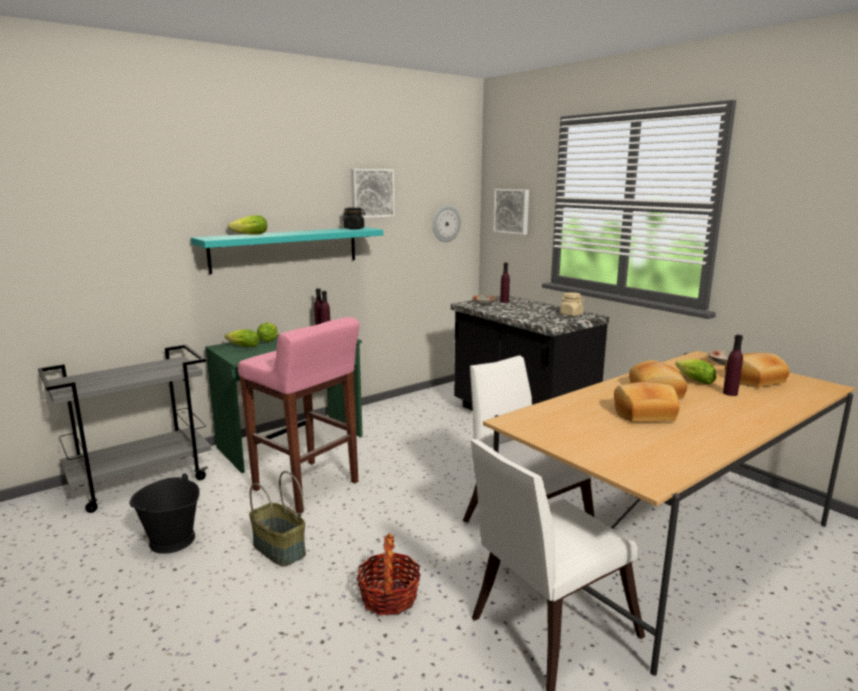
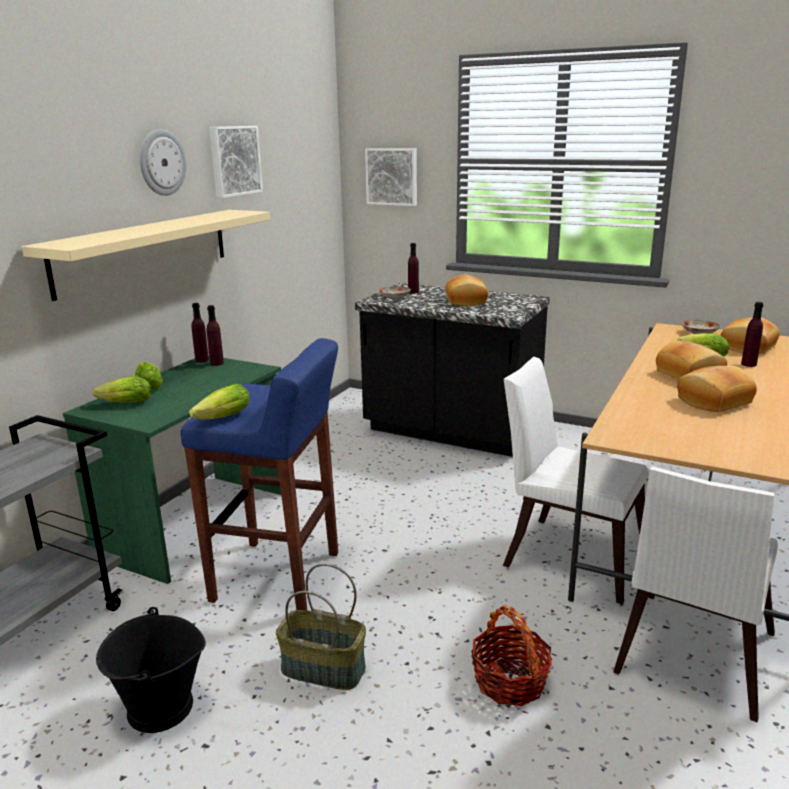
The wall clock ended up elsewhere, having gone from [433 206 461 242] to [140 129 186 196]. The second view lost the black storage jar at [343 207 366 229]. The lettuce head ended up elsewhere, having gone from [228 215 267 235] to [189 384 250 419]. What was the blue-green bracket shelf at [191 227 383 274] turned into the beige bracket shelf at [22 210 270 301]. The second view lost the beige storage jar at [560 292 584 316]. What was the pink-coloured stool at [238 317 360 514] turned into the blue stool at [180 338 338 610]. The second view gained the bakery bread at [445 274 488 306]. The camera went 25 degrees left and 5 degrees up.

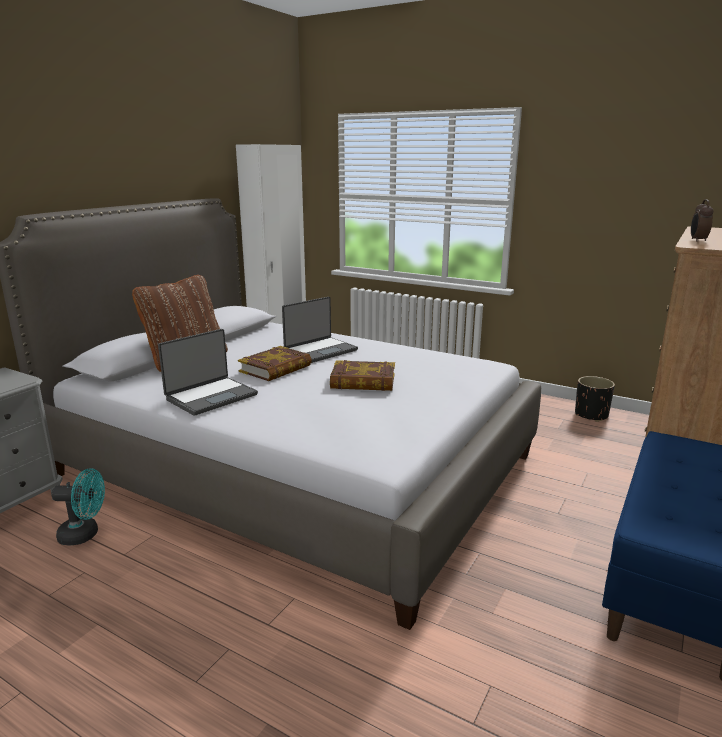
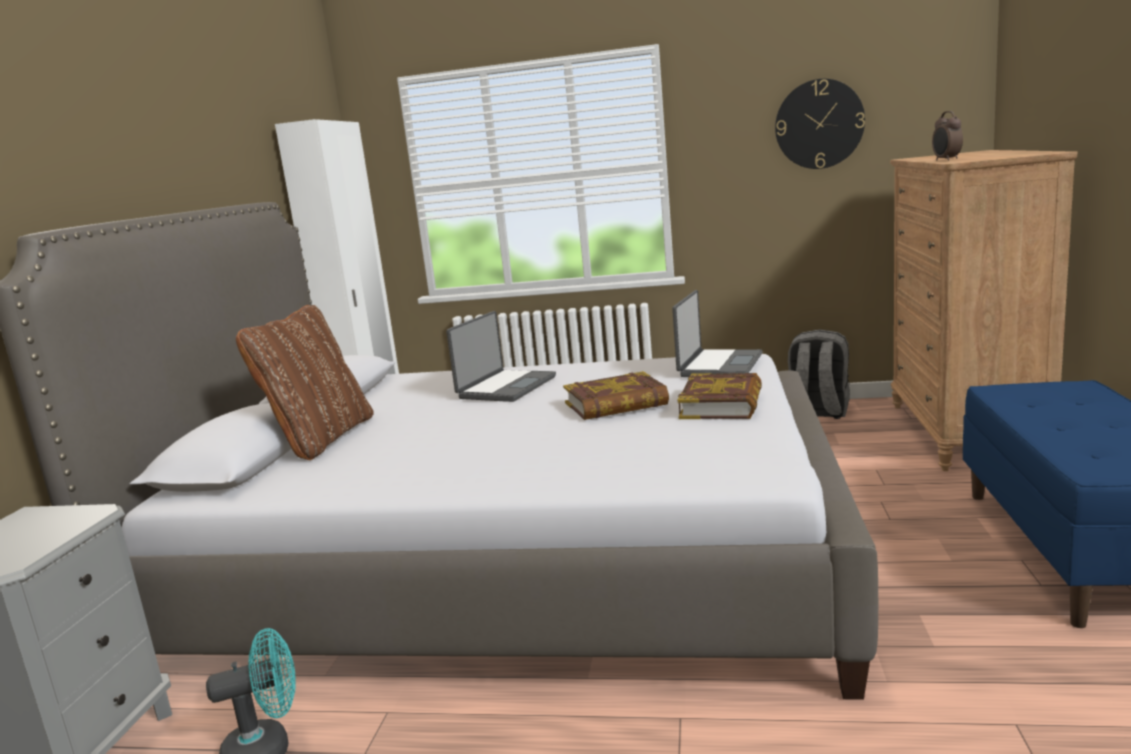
The notebook computer ended up elsewhere, having gone from [158 329 258 416] to [672 290 763 377]. The book ended up elsewhere, having gone from [238 346 312 381] to [678 373 762 419]. Where the black planter stood at [575 376 615 422], the grey rucksack came to stand at [788 329 850 419]. The second view gained the wall clock at [775 79 865 169]. The camera went 20 degrees left and 5 degrees down.

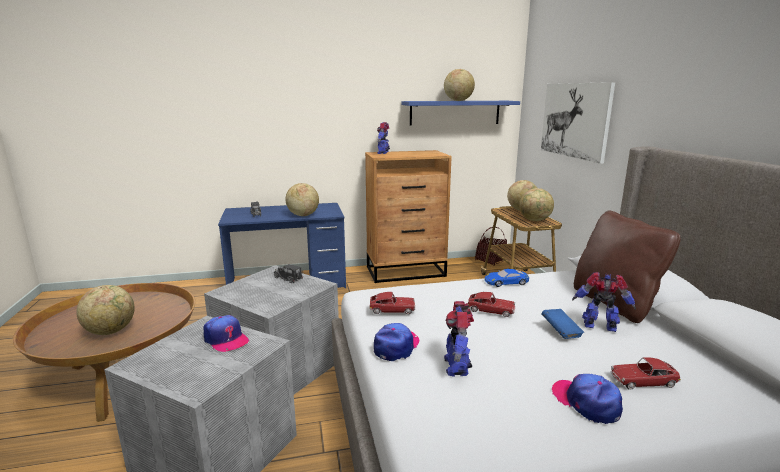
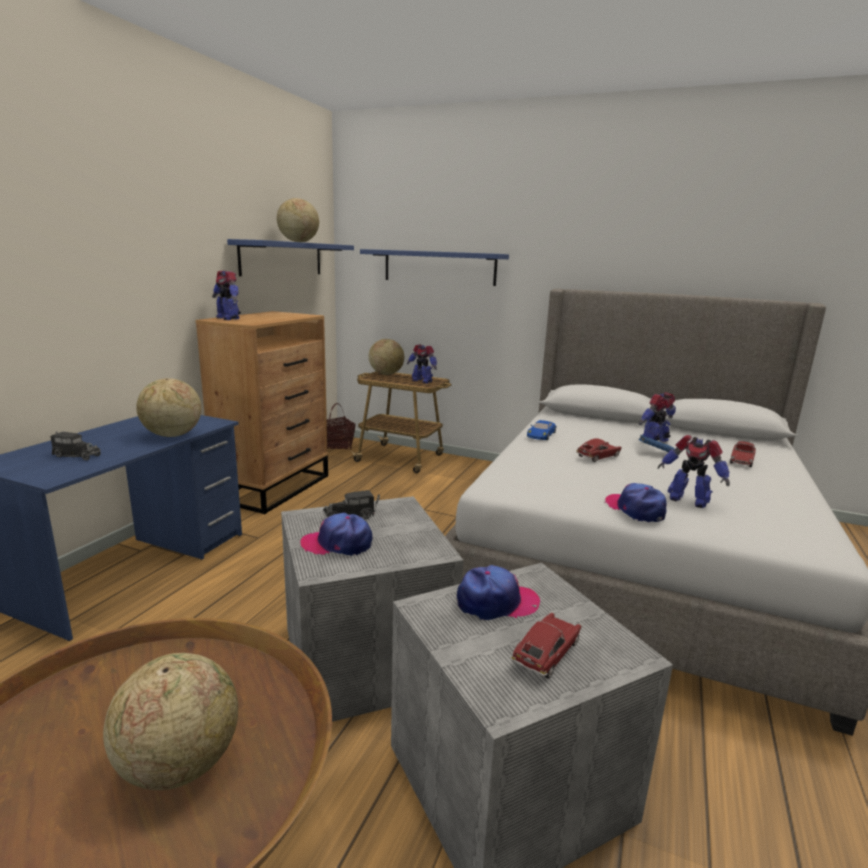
Where the picture hung at [541 82 615 164], the blue bracket shelf came to hang at [360 249 509 286]. Where the world globe stood at [519 188 554 221], the model robot came to stand at [407 344 437 384]. The second view lost the brown cushion at [574 211 681 323]. The model car ended up elsewhere, having gone from [369 292 415 314] to [511 612 582 679]. The baseball cap ended up elsewhere, having gone from [552 374 623 424] to [300 513 372 556]. The camera went 55 degrees left and 0 degrees up.

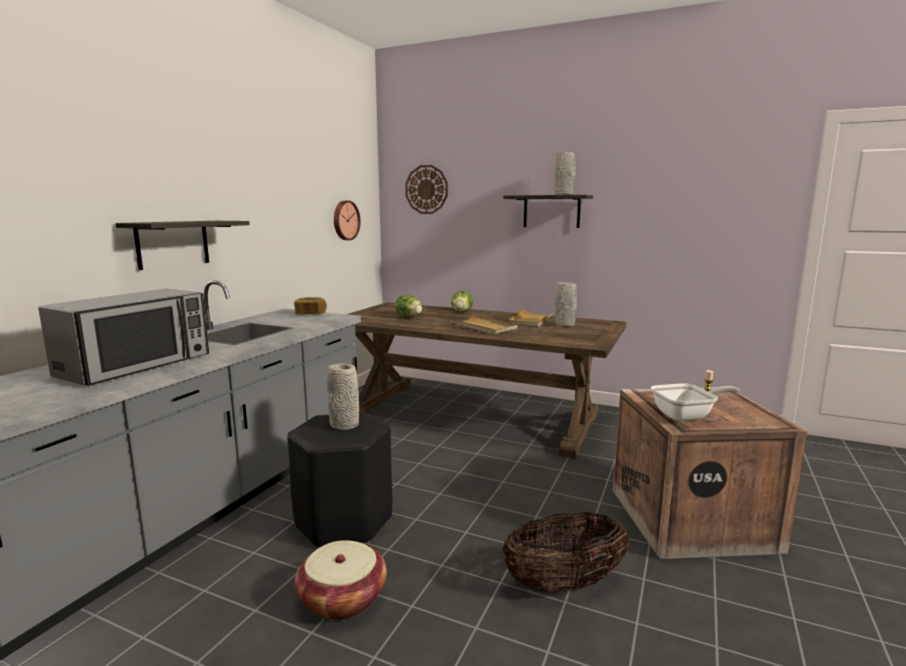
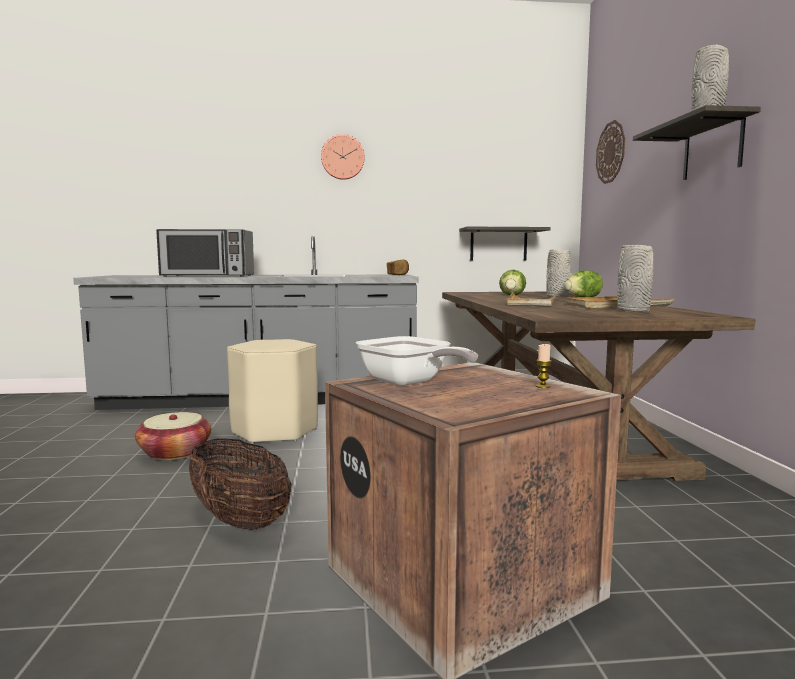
The wall clock ended up elsewhere, having gone from [334 201 361 240] to [321 134 365 180]. The bracket shelf ended up elsewhere, having gone from [115 221 250 270] to [459 227 551 260]. The grey flower vase ended up elsewhere, having gone from [327 363 359 430] to [546 250 571 297]. What was the black stool at [287 412 392 548] turned into the beige stool at [227 339 318 444]. The camera went 60 degrees right and 5 degrees down.

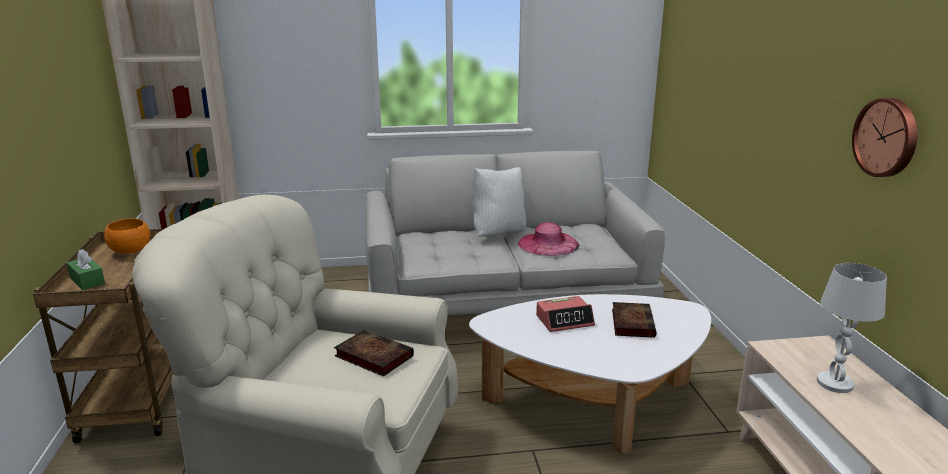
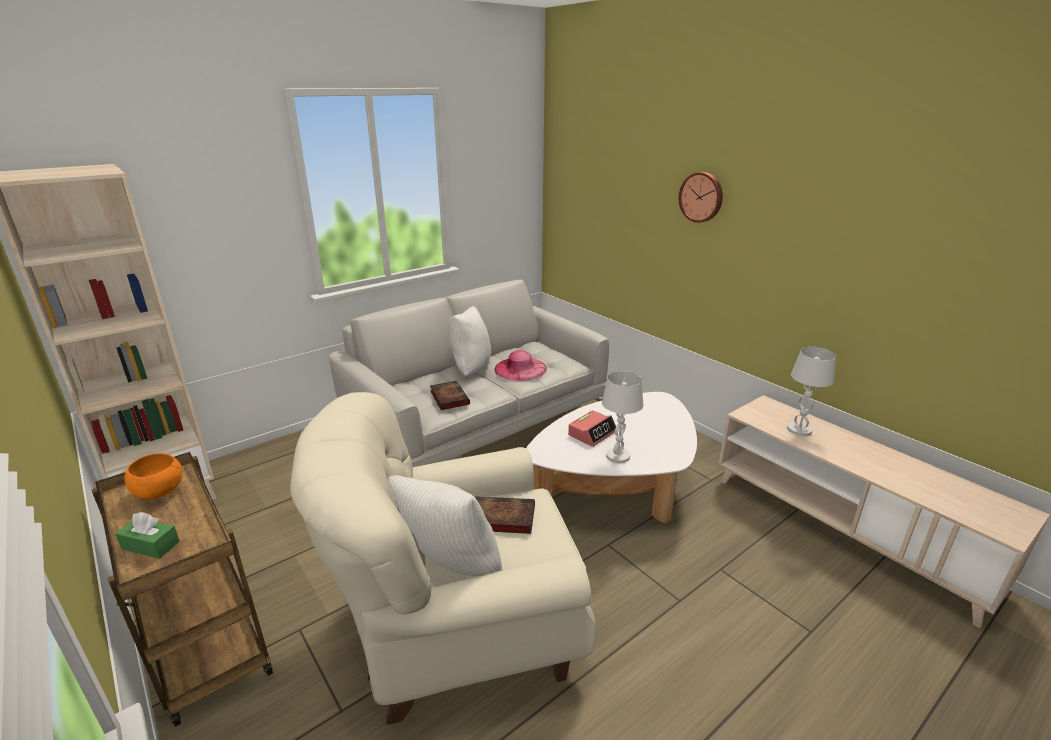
The wall clock ended up elsewhere, having gone from [852 98 918 177] to [679 172 723 223]. The book ended up elsewhere, having gone from [612 302 657 338] to [430 381 470 410]. The second view gained the white-coloured table lamp at [602 371 643 463]. The second view gained the white-coloured cushion at [388 475 503 576]. The camera went 30 degrees left and 5 degrees up.

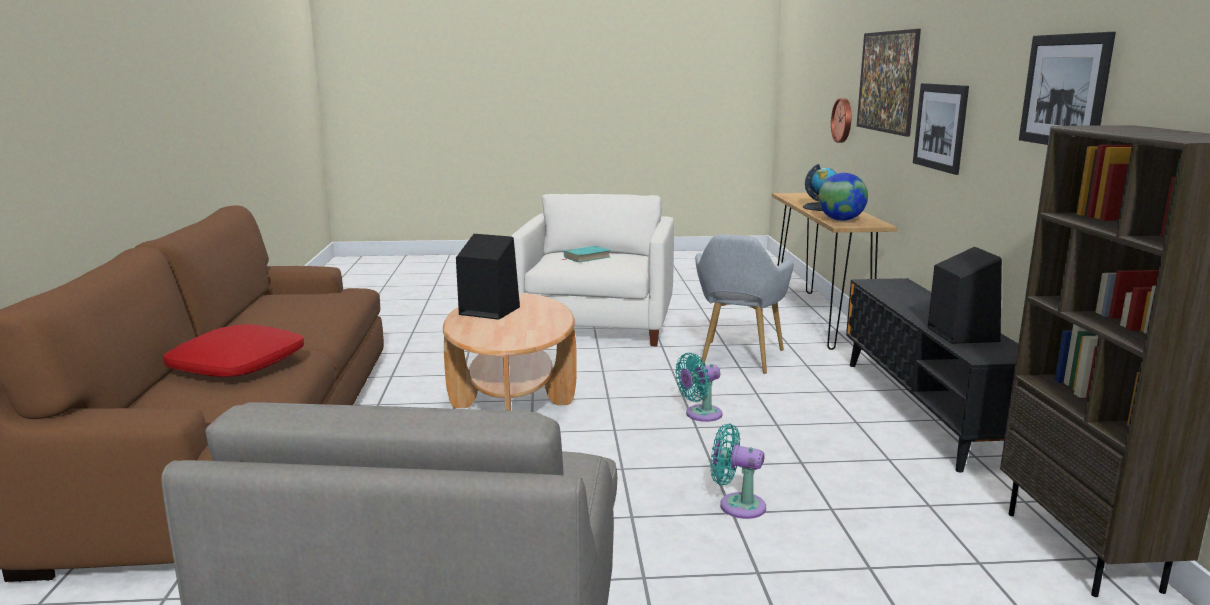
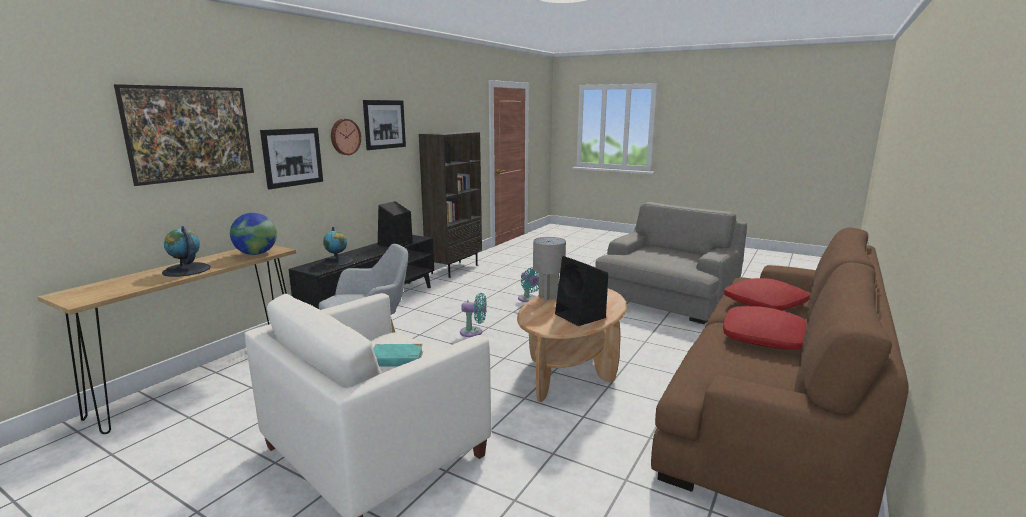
The wall clock ended up elsewhere, having gone from [831 98 851 143] to [331 119 361 155]. The second view gained the world globe at [320 227 353 267]. The second view gained the grey table lamp at [533 237 566 302]. The second view gained the red cushion at [723 306 807 349]. The camera went 145 degrees left and 0 degrees up.

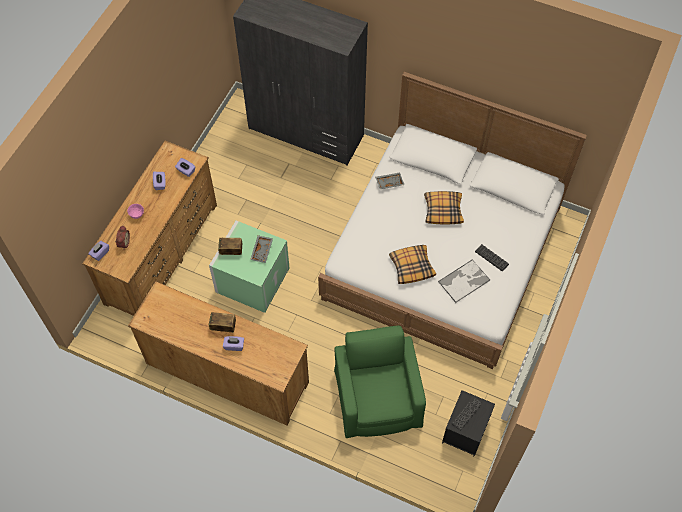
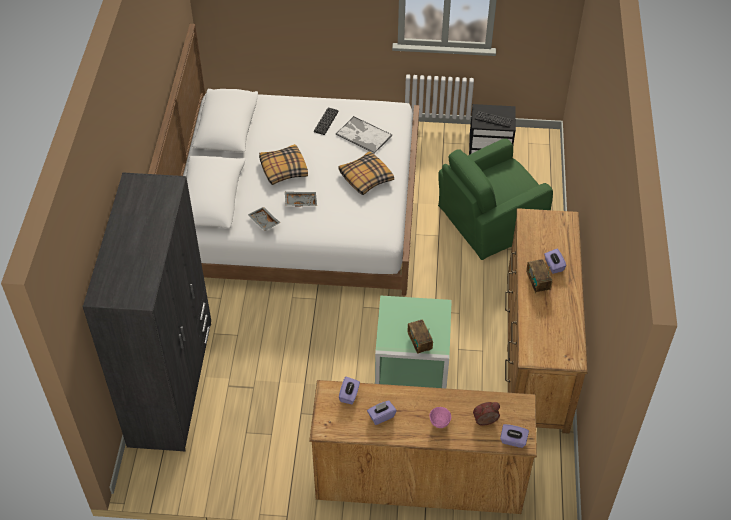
The grey tray ended up elsewhere, having gone from [250 235 273 263] to [285 192 317 207]. The camera went 110 degrees left and 10 degrees down.

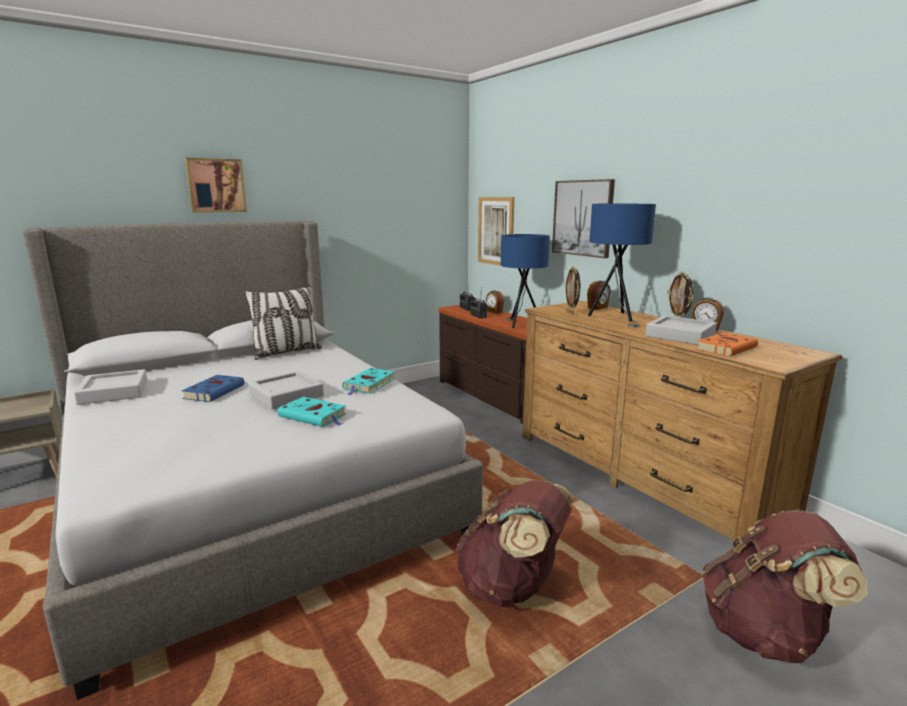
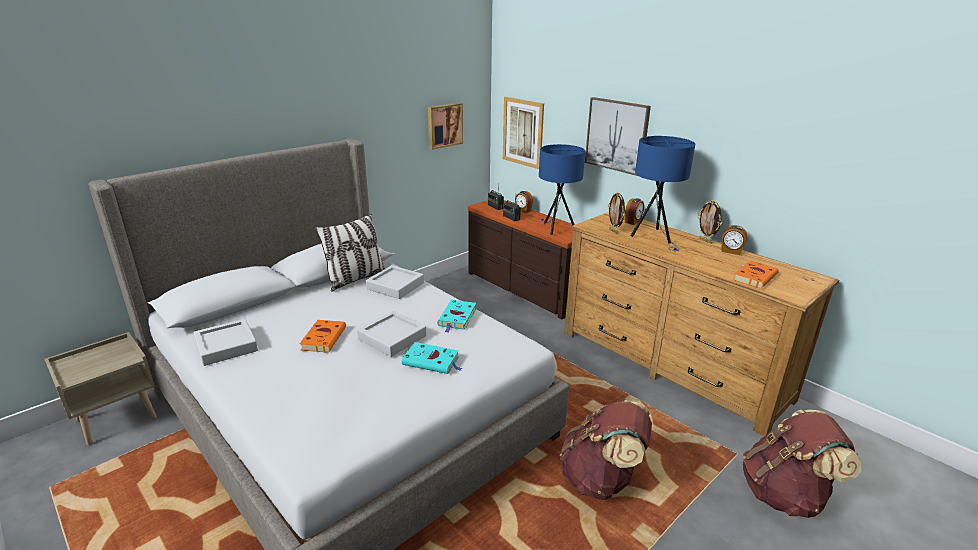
The picture ended up elsewhere, having gone from [185 158 247 213] to [428 103 463 150]. The grey tray ended up elsewhere, having gone from [645 315 717 345] to [366 265 424 299]. What was the blue book at [182 375 245 402] turned into the orange-coloured book at [300 320 346 353]. The camera went 10 degrees left and 10 degrees up.

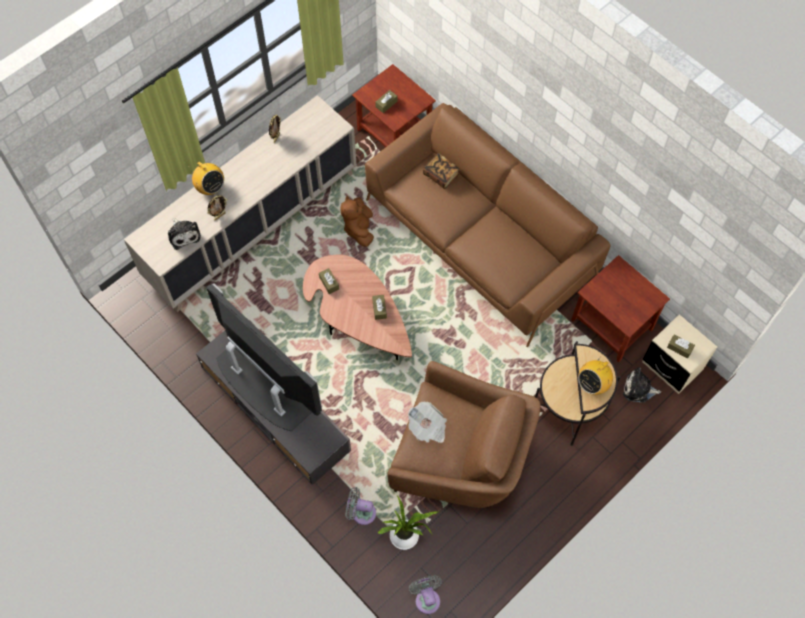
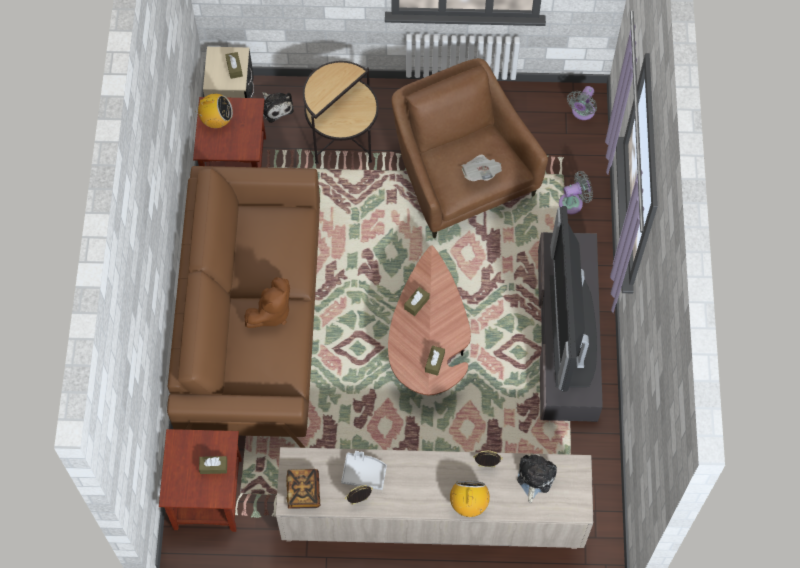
The book ended up elsewhere, having gone from [423 153 460 189] to [286 469 321 508]. The brown soft toy ended up elsewhere, having gone from [340 196 374 247] to [244 277 290 328]. The radio receiver ended up elsewhere, having gone from [578 355 613 395] to [195 94 233 128]. The grey cooling fan at [346 487 376 525] ended up facing another way, 75 degrees counterclockwise from before. The second view lost the potted plant at [378 496 439 550]. The second view gained the grey tray at [341 451 387 490]. The camera went 135 degrees left and 0 degrees up.

